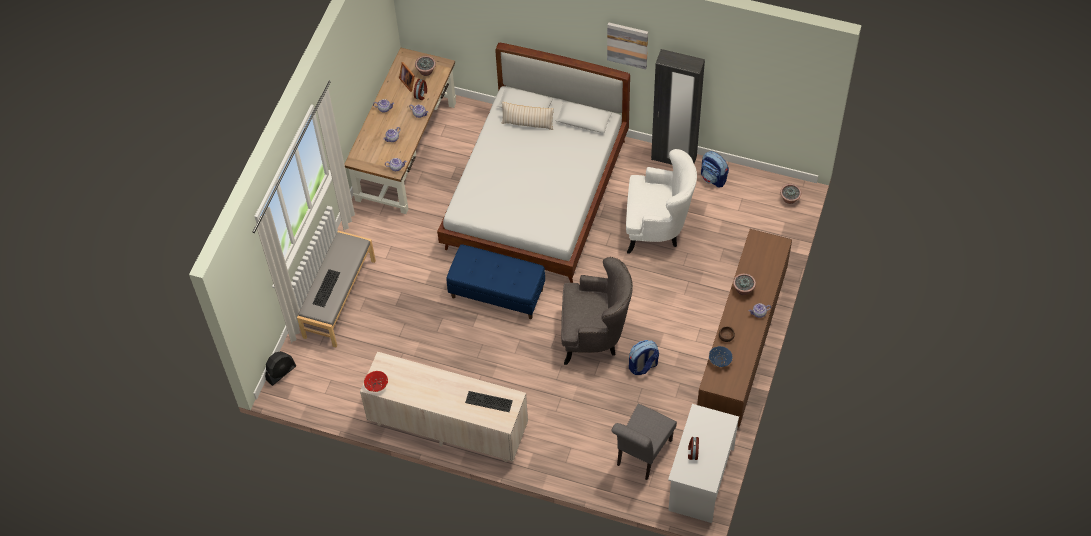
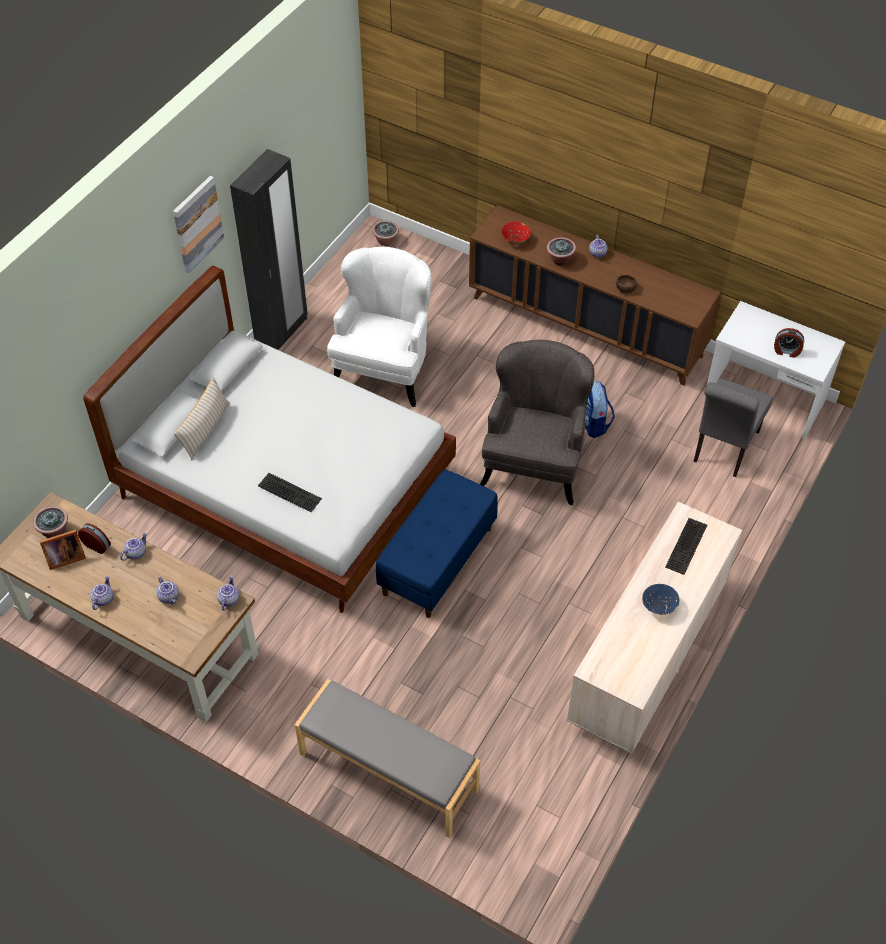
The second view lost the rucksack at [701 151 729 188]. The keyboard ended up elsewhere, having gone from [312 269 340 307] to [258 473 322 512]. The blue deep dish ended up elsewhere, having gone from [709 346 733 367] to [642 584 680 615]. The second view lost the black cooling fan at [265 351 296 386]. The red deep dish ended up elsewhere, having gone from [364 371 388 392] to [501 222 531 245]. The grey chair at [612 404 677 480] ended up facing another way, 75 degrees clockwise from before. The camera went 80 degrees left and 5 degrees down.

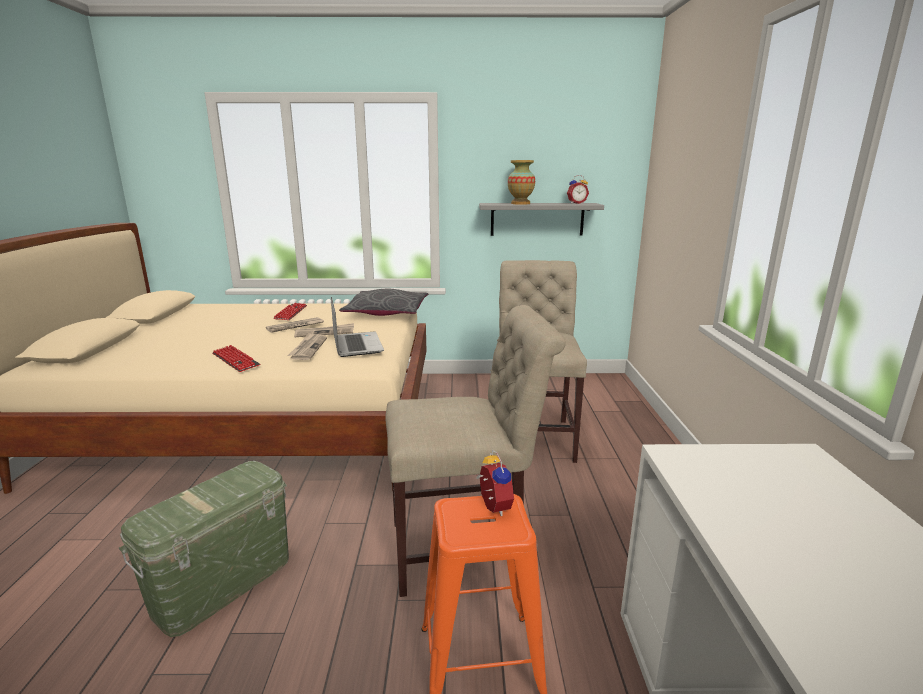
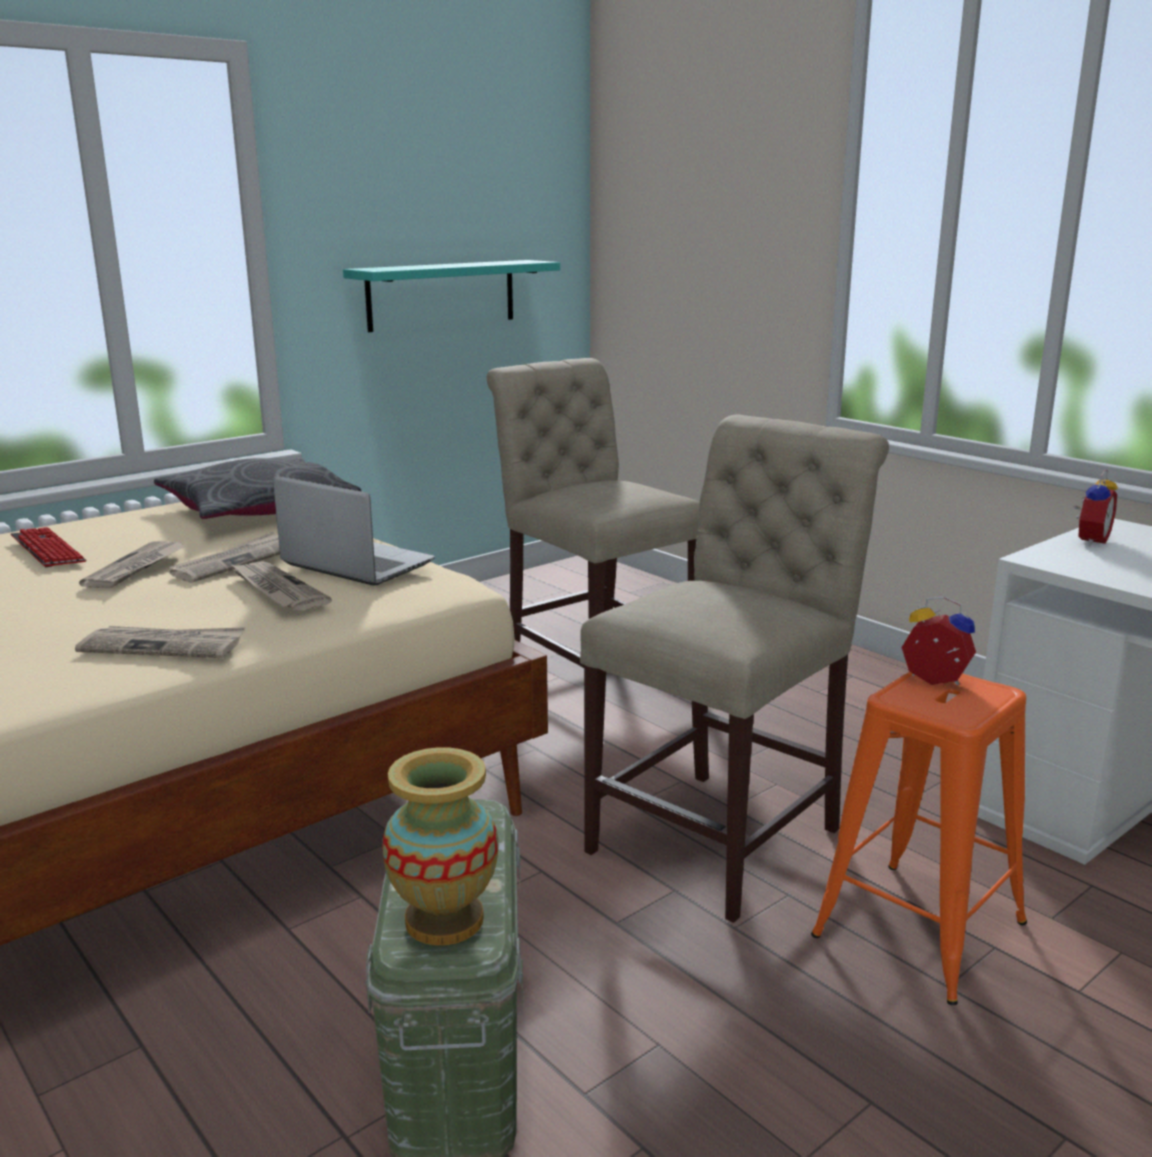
The flower vase ended up elsewhere, having gone from [508 160 535 205] to [382 747 498 945]. The alarm clock ended up elsewhere, having gone from [567 175 589 204] to [1074 470 1118 546]. What was the grey bracket shelf at [479 203 604 236] turned into the blue-green bracket shelf at [343 260 560 332]. Where the keyboard stood at [212 345 260 372], the newspaper came to stand at [75 626 245 658]. The camera went 40 degrees left and 0 degrees up.

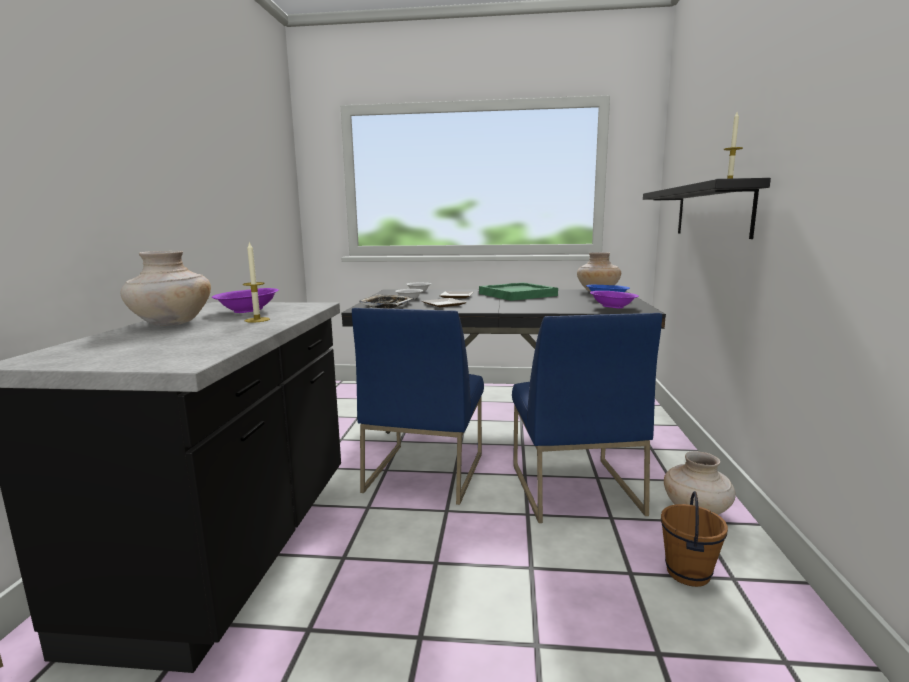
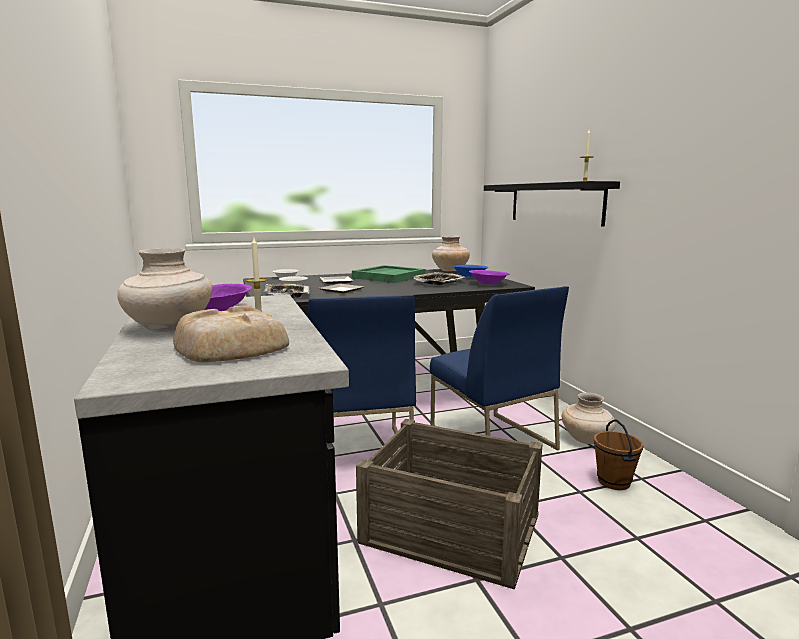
The second view gained the tray at [413 272 466 285]. The second view gained the bakery bread at [173 306 289 362]. The second view gained the shipping crate at [356 419 543 590]. The camera went 25 degrees left and 0 degrees up.

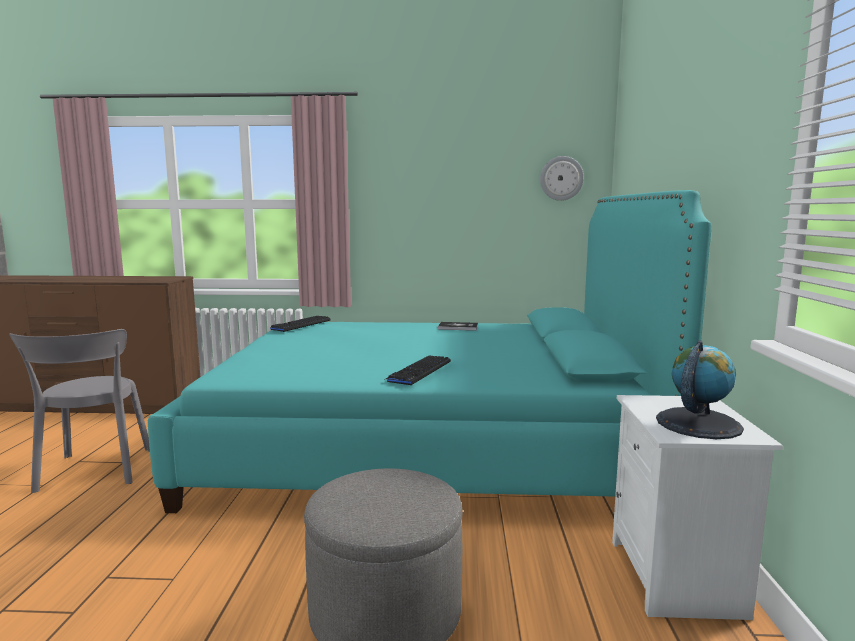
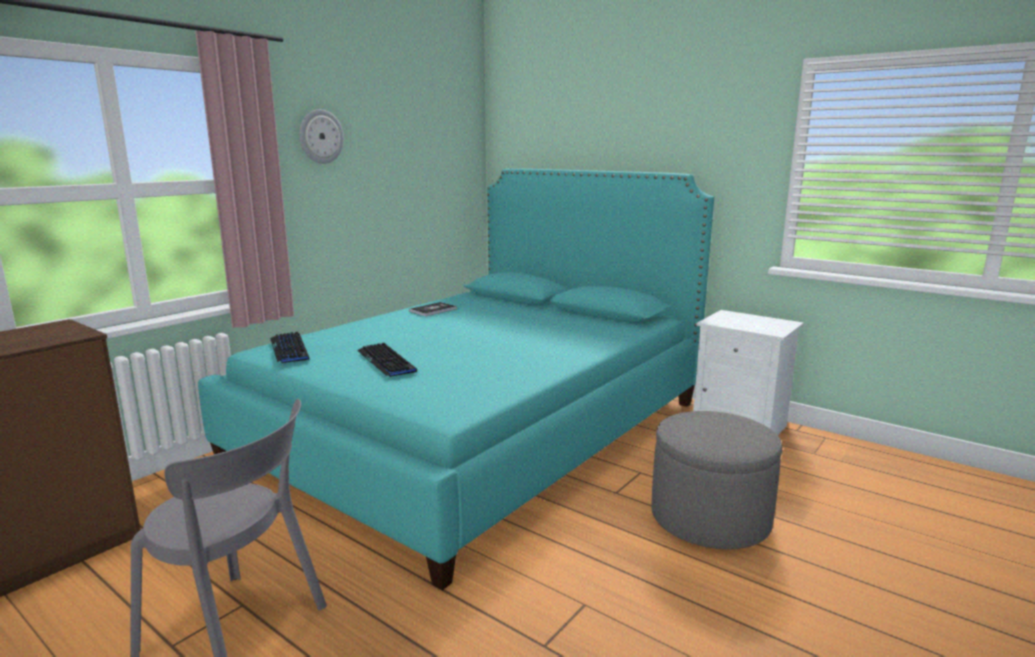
The wall clock ended up elsewhere, having gone from [540 156 584 201] to [299 109 344 164]. The second view lost the world globe at [656 340 744 439]. The keyboard ended up elsewhere, having gone from [384 355 451 385] to [357 343 417 377]. The camera went 55 degrees left and 5 degrees up.

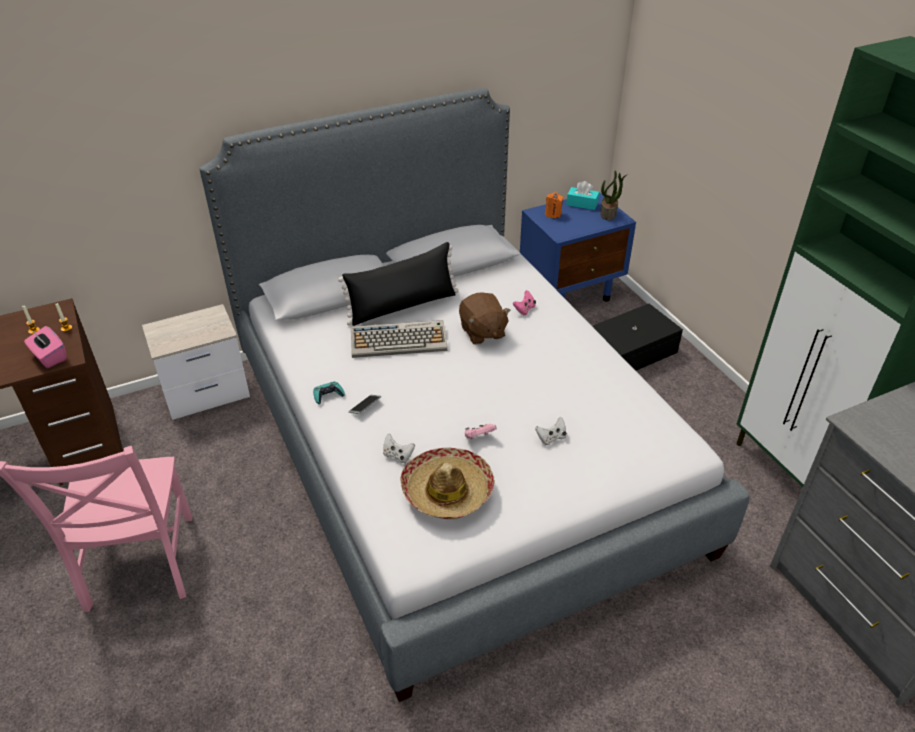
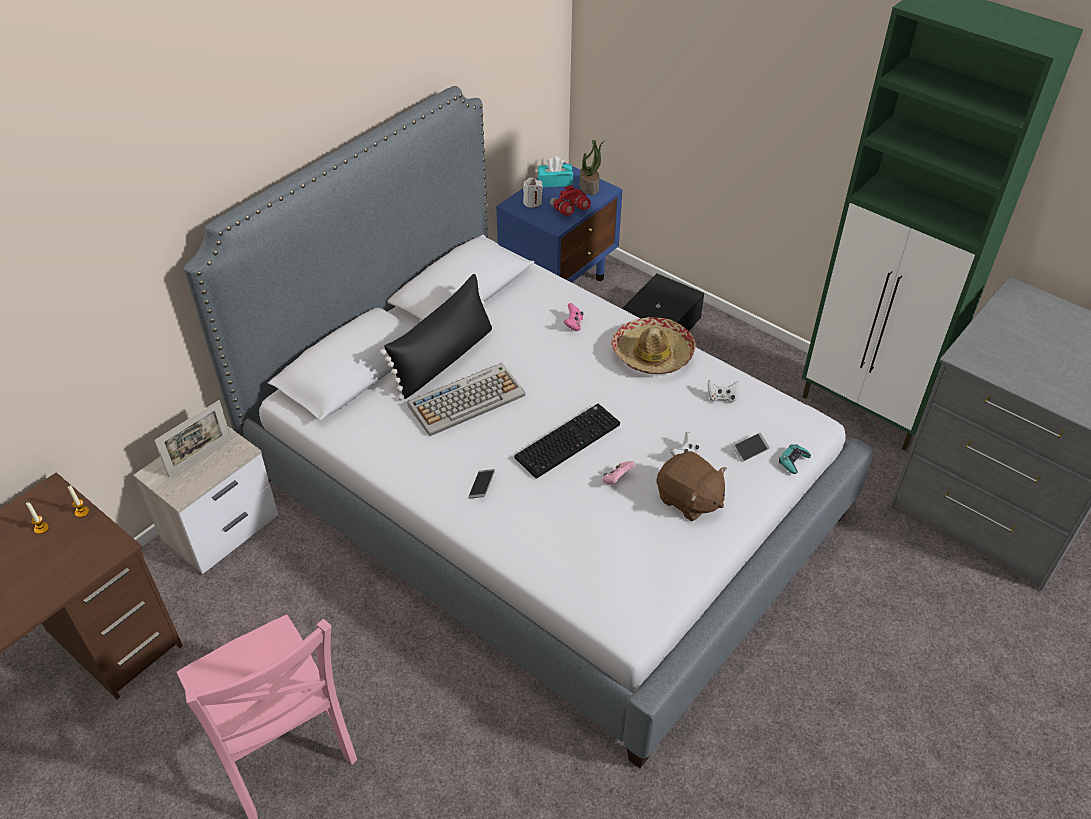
What was the orange-coloured wax candle at [545 192 563 218] turned into the white-coloured wax candle at [523 178 543 208]. The brown soft toy ended up elsewhere, having gone from [459 292 511 345] to [656 451 727 522]. The second view lost the pink-coloured tissue holder at [24 326 67 368]. The blue-green joypad ended up elsewhere, having gone from [313 382 345 404] to [779 444 811 474]. The white-coloured joypad ended up elsewhere, having gone from [383 434 415 463] to [707 380 740 403]. The wearable hat ended up elsewhere, having gone from [401 447 495 519] to [611 317 696 374]. The second view gained the red binoculars at [550 185 591 216]. The second view gained the standing frame at [154 400 231 477]. The second view gained the keyboard at [515 404 620 479]. The second view gained the telephone at [733 433 770 462]. The camera went 25 degrees left and 5 degrees up.

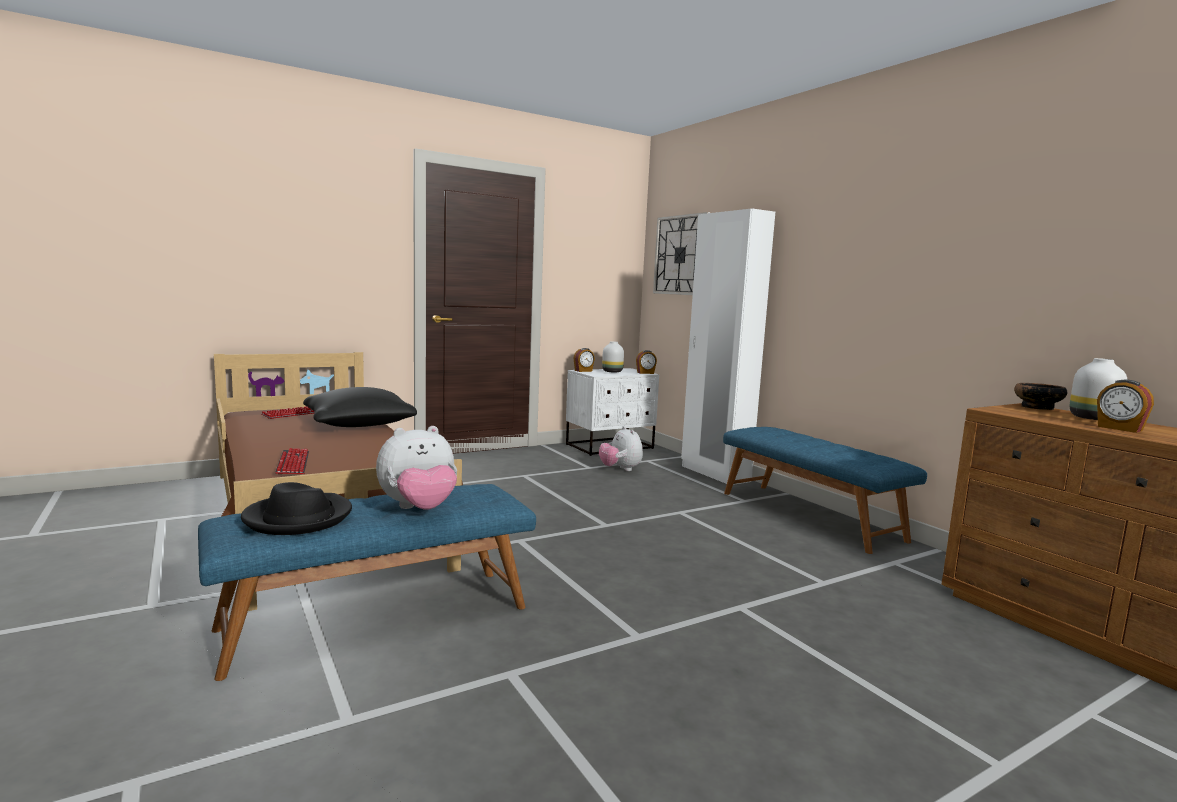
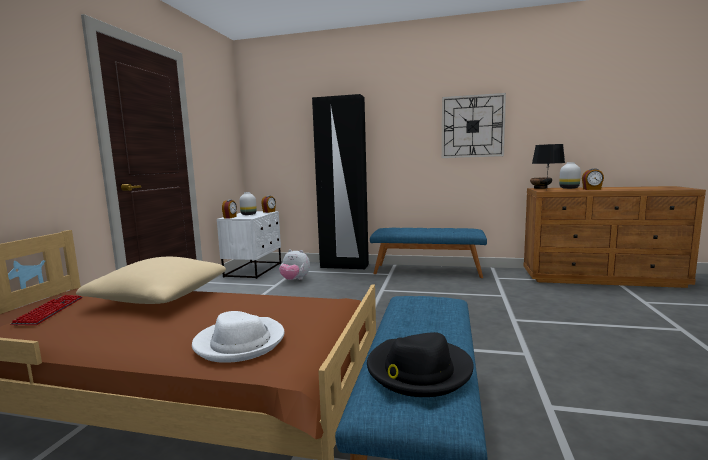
What was the white-coloured wardrobe at [681 208 775 485] turned into the black wardrobe at [312 94 369 270]. The wall clock ended up elsewhere, having gone from [653 212 710 295] to [442 93 506 158]. What was the black cushion at [303 387 417 427] turned into the beige cushion at [76 257 226 304]. The second view lost the soft toy at [376 426 457 509]. Where the keyboard stood at [275 448 309 474], the white-coloured wearable hat came to stand at [192 311 284 363]. The second view gained the black table lamp at [532 144 565 182]. The camera went 45 degrees left and 0 degrees up.

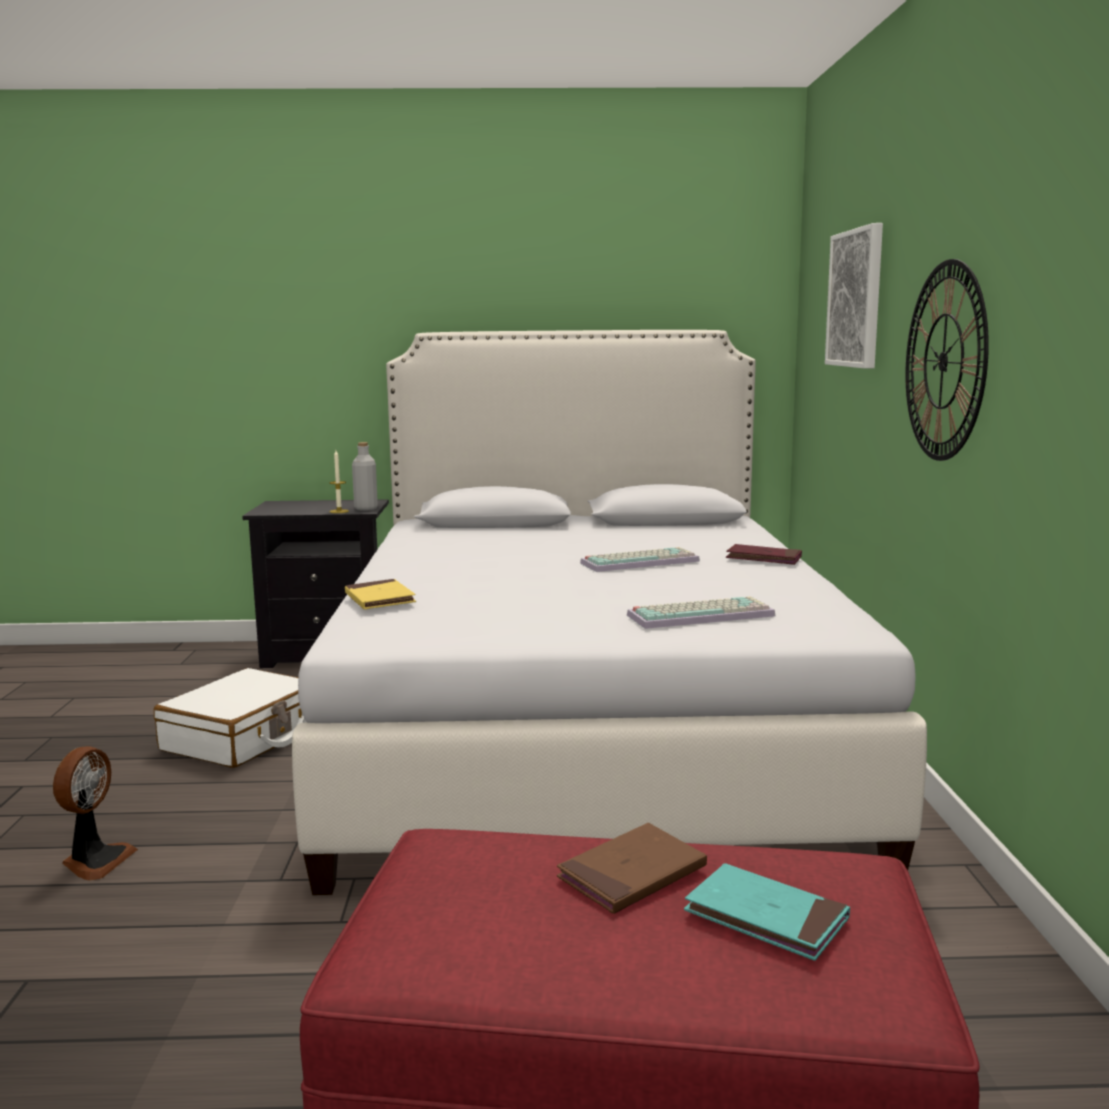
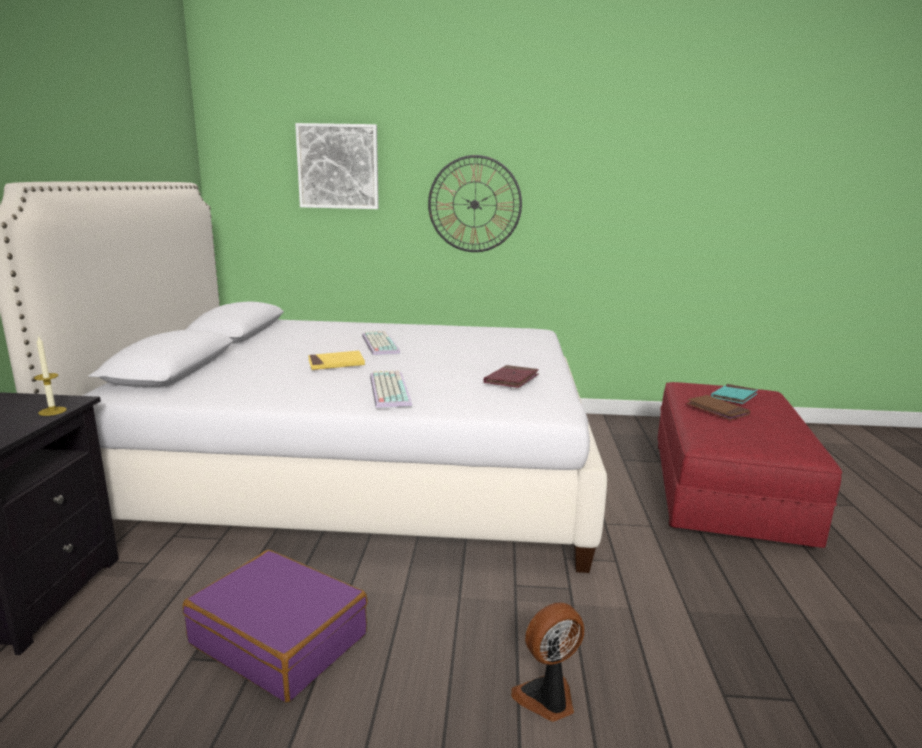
The second view lost the grey drink bottle at [352 442 378 511]. The red book ended up elsewhere, having gone from [726 544 802 565] to [484 365 539 388]. The yellow-coloured book ended up elsewhere, having gone from [345 579 416 609] to [308 351 365 370]. The keyboard ended up elsewhere, having gone from [627 596 775 629] to [370 370 412 408]. What was the white-coloured travel case at [154 668 308 768] turned into the purple travel case at [183 550 368 702]. The cooling fan at [53 746 138 881] ended up facing another way, 45 degrees counterclockwise from before. The camera went 85 degrees left and 5 degrees up.

